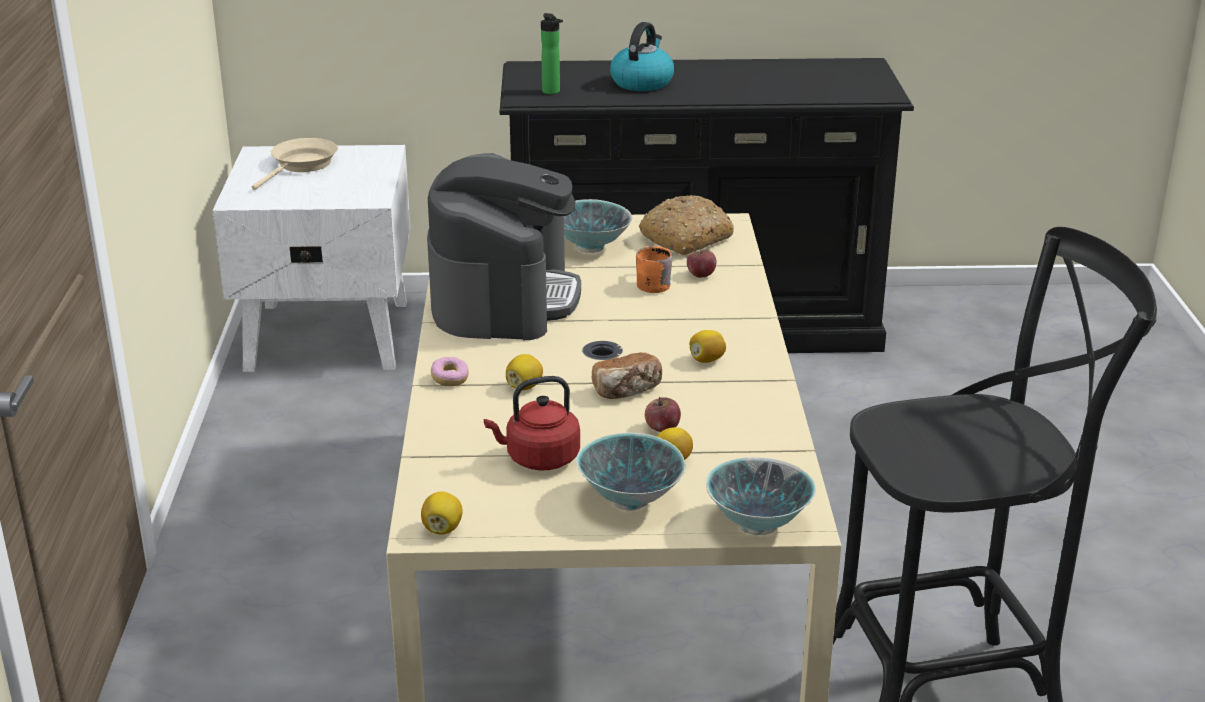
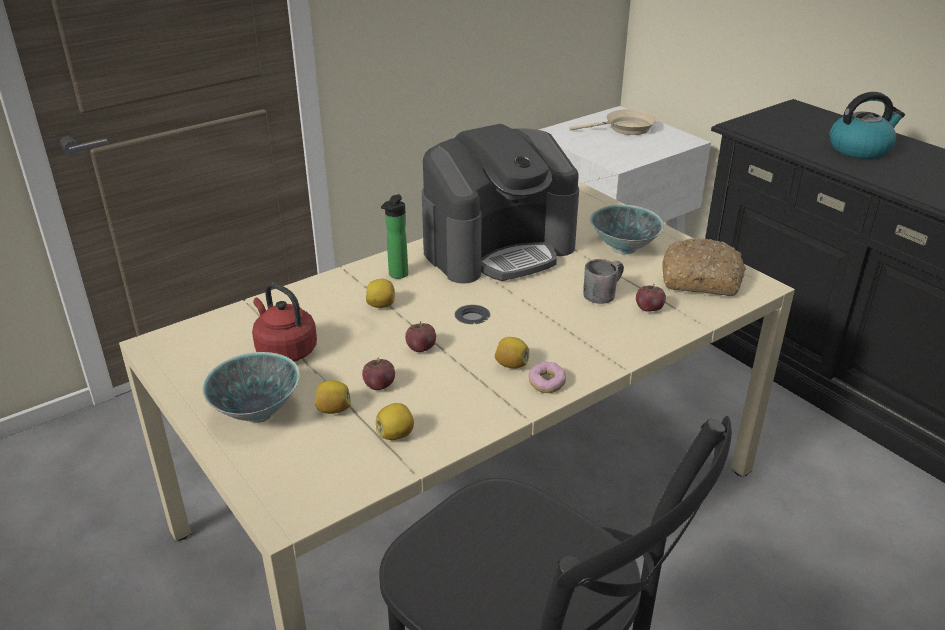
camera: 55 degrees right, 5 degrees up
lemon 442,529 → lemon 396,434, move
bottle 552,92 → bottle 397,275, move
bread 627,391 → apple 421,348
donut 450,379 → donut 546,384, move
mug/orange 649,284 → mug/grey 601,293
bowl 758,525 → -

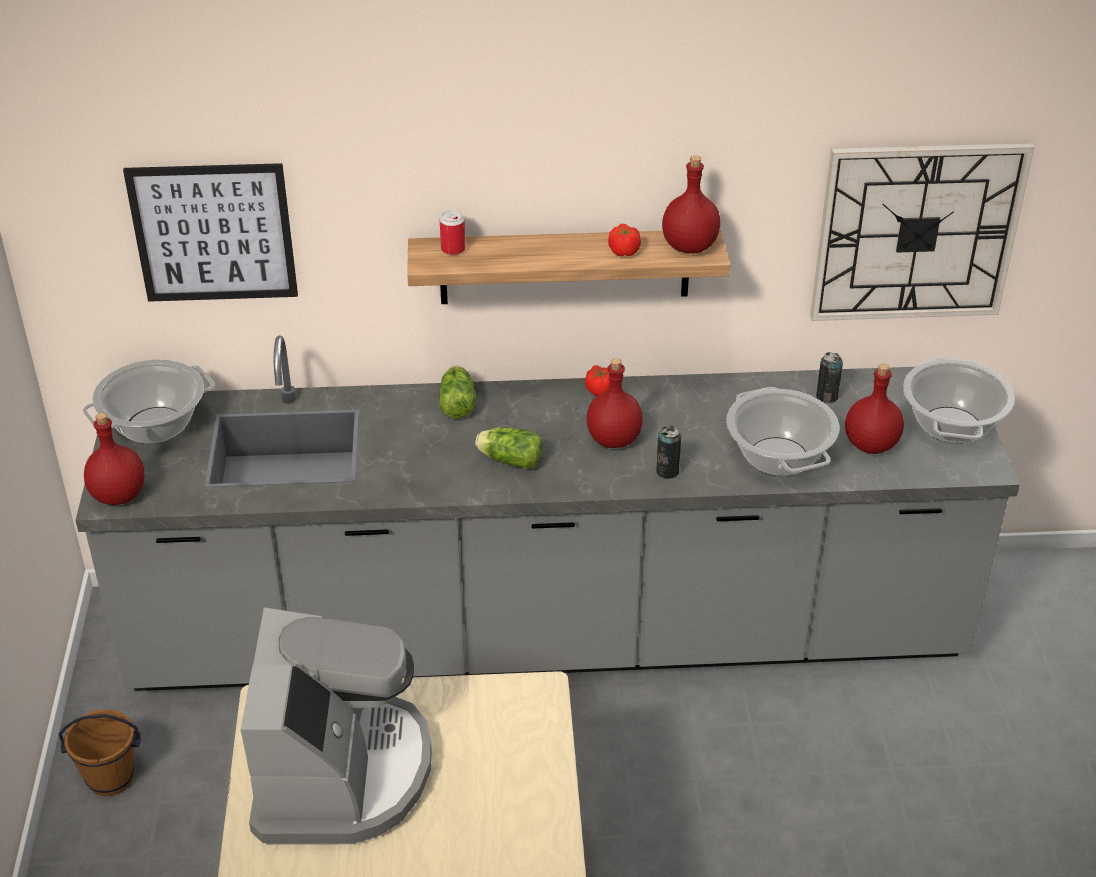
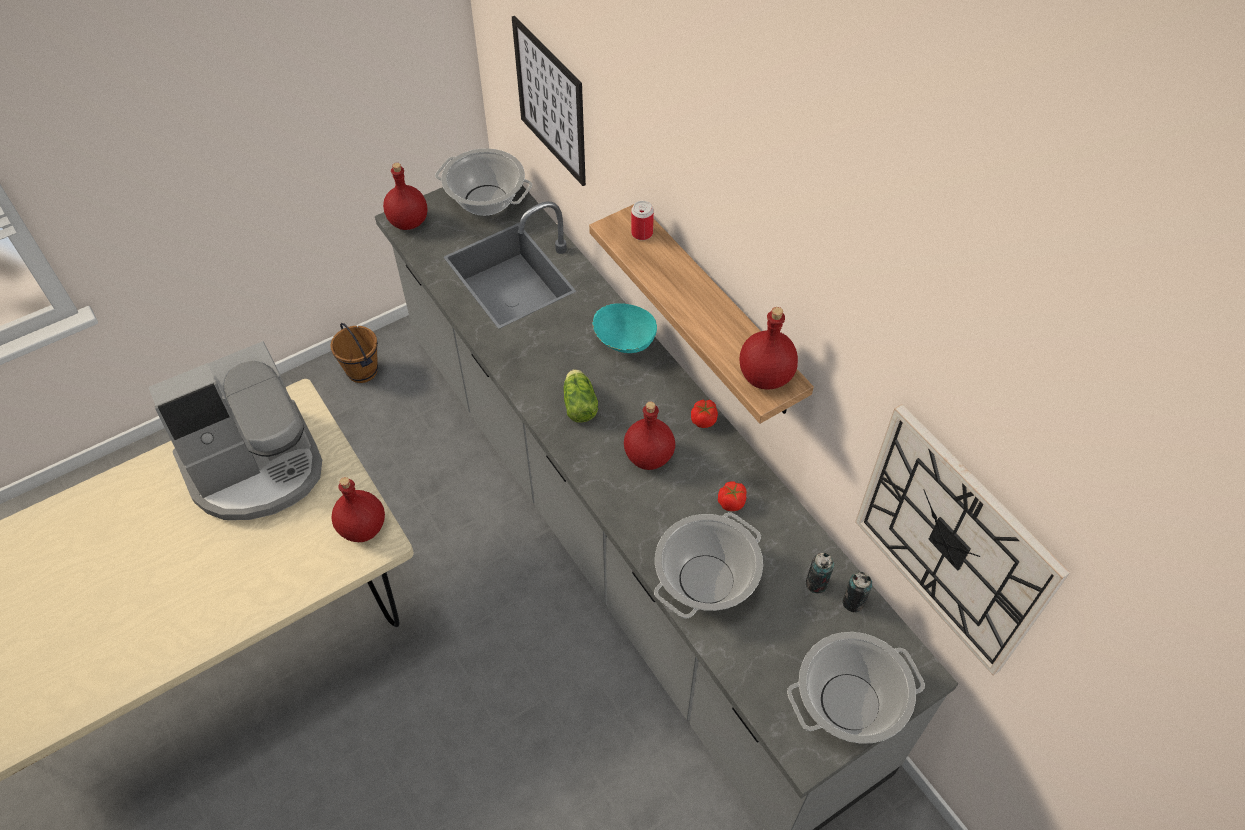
camera: 60 degrees right, 15 degrees up
bottle/red 869,445 → bottle/red 362,527, move
lettuce 457,403 → bowl/turquoise 624,341
tomato 624,251 → tomato 731,502, move
can 667,471 → can 853,602, move

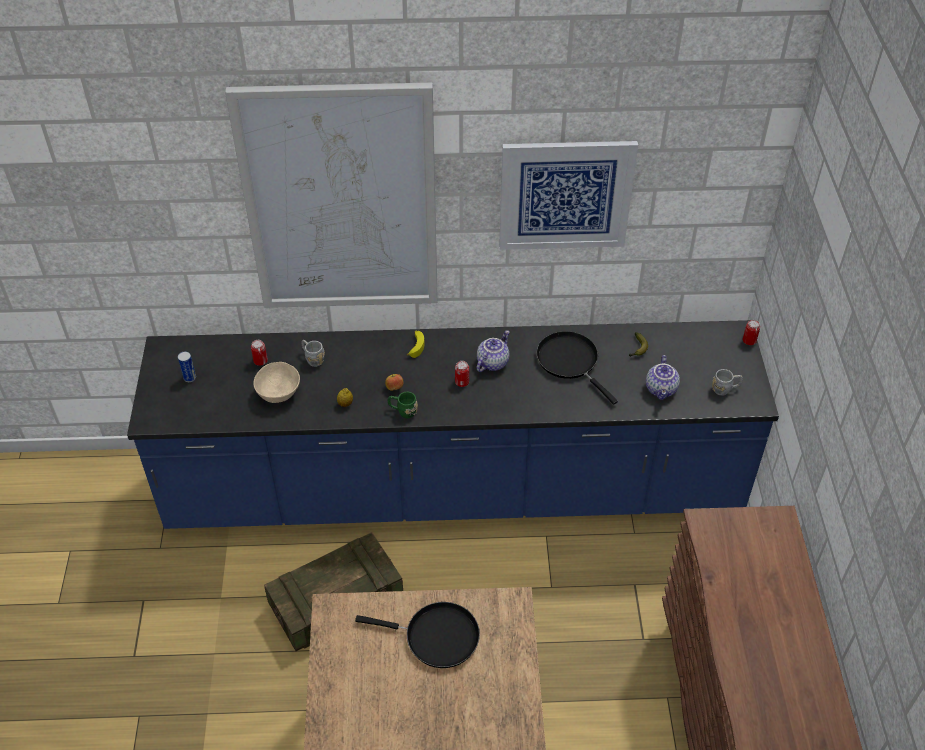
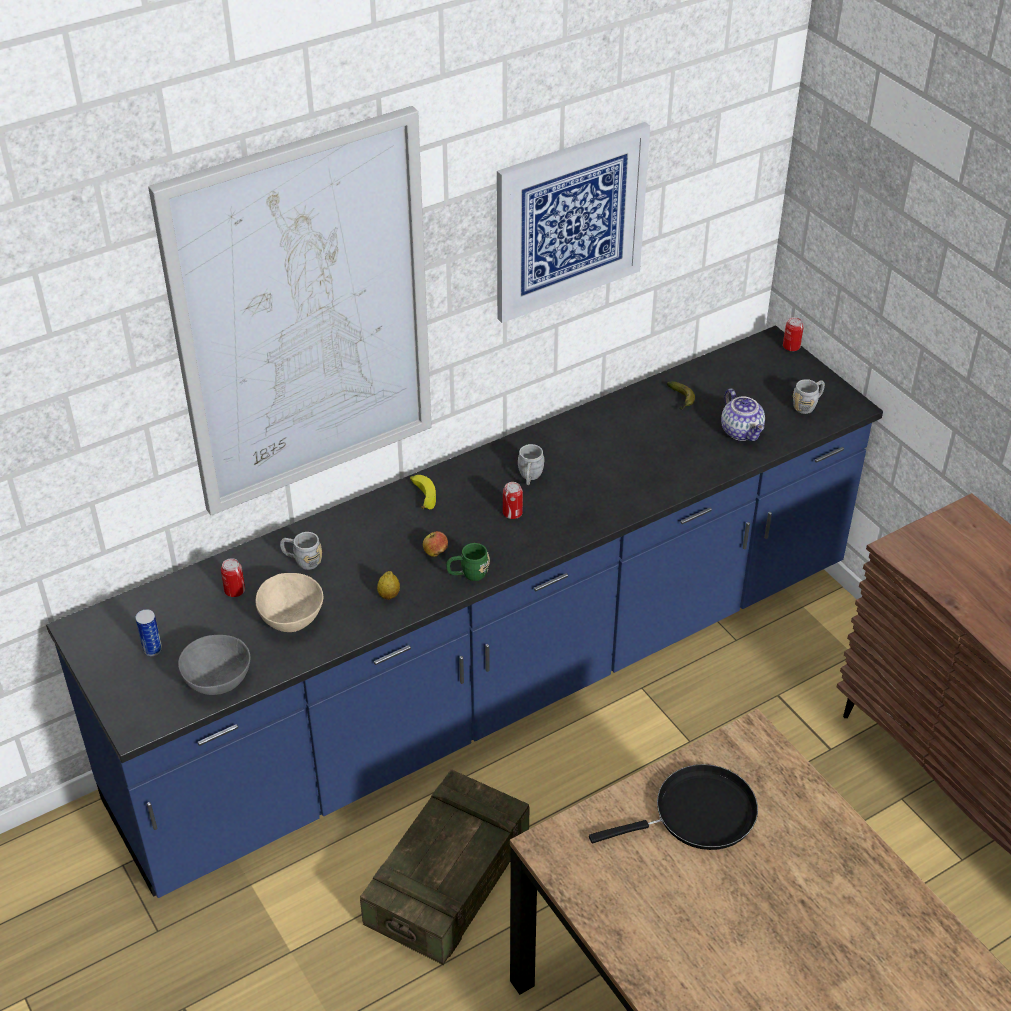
camera: 30 degrees left, 5 degrees down
- → bowl/grey 216,681
teapot 492,362 → mug/grey 530,477
frying pan/black 570,361 → -

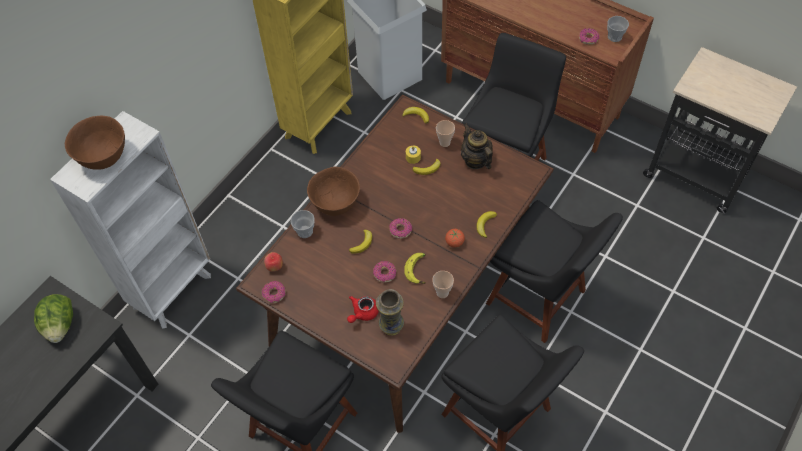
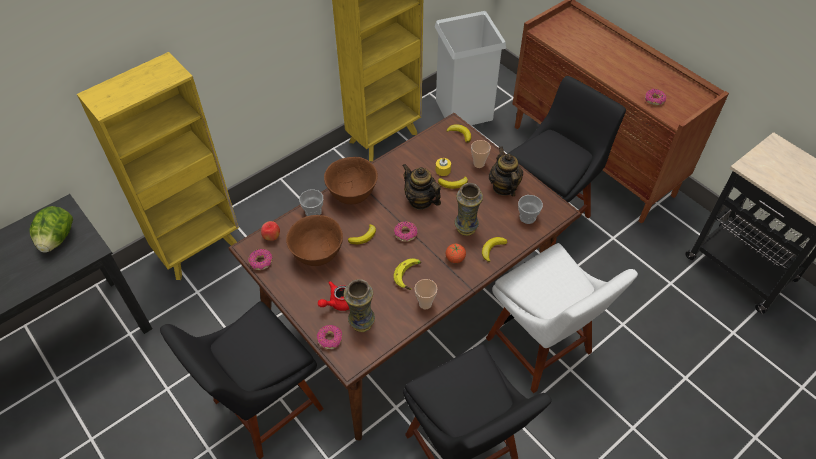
camera: 15 degrees right, 5 degrees down
bookcase/white 174,290 → bookcase/yellow 200,249
bowl/brown 104,157 → bowl/brown 318,254, move
donut 384,273 → donut 330,339, move
- → teapot 420,200
- → vase 466,229
chair/black 540,300 → chair/white 542,349
cup 614,37 → cup 527,217, move

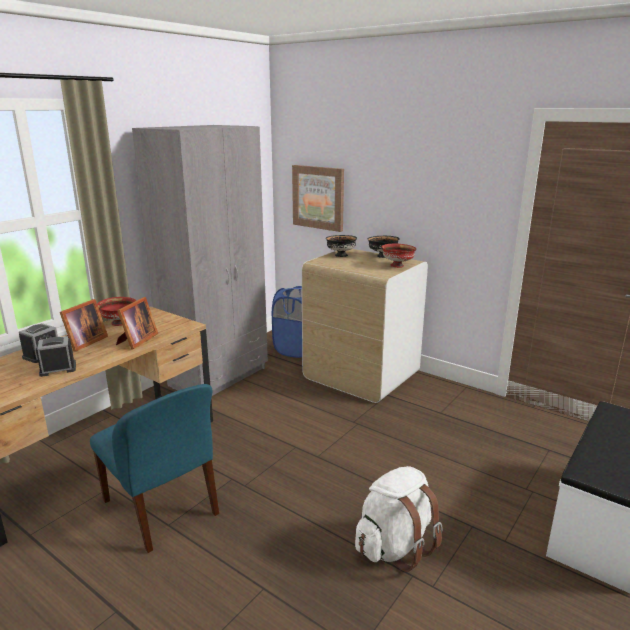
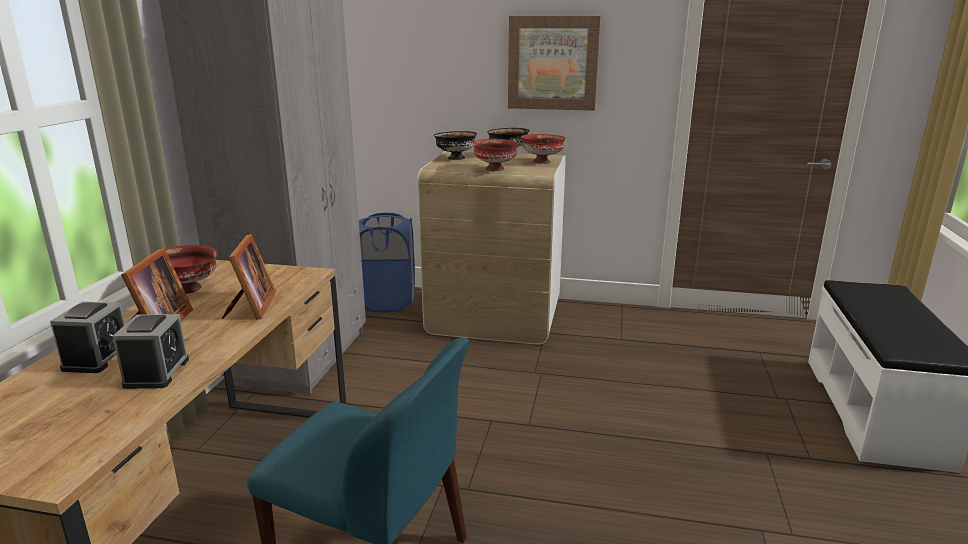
camera: 25 degrees left, 0 degrees up
alarm clock 58,369 → alarm clock 156,372, 135 degrees clockwise
- → bowl/red 495,169
picture 318,197 → picture 553,63, move
backpack/white 394,546 → -

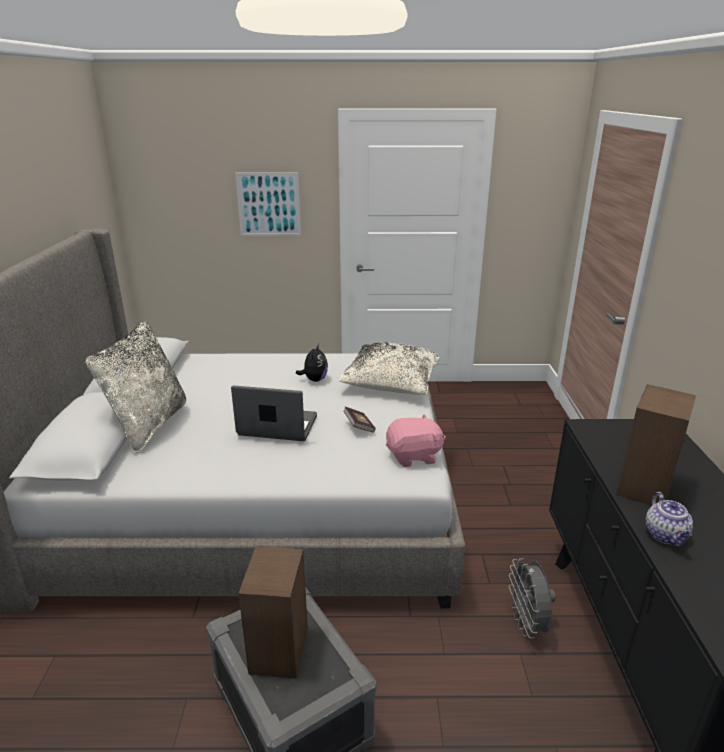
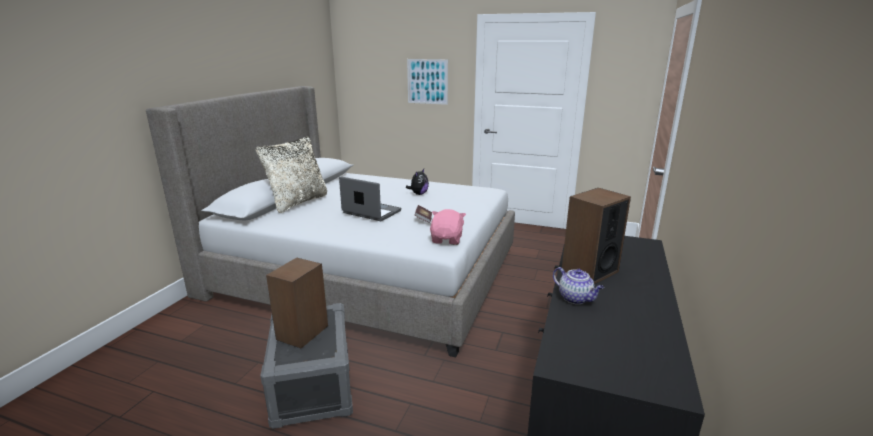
camera: 20 degrees right, 5 degrees down
plush toy/pink 414,456 → plush toy/pink 447,239, 90 degrees counterclockwise
teapot 666,536 → teapot 576,298, 60 degrees counterclockwise
pillow/beige 391,380 → -
fan/grey 527,624 → -

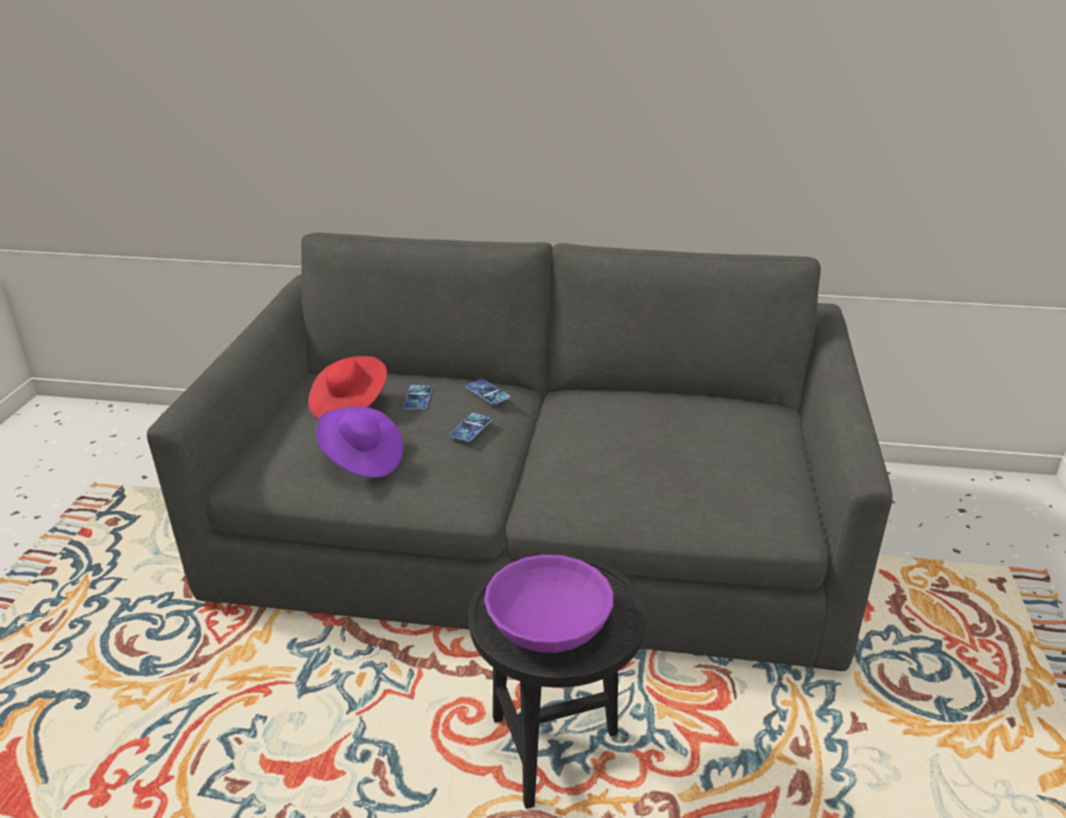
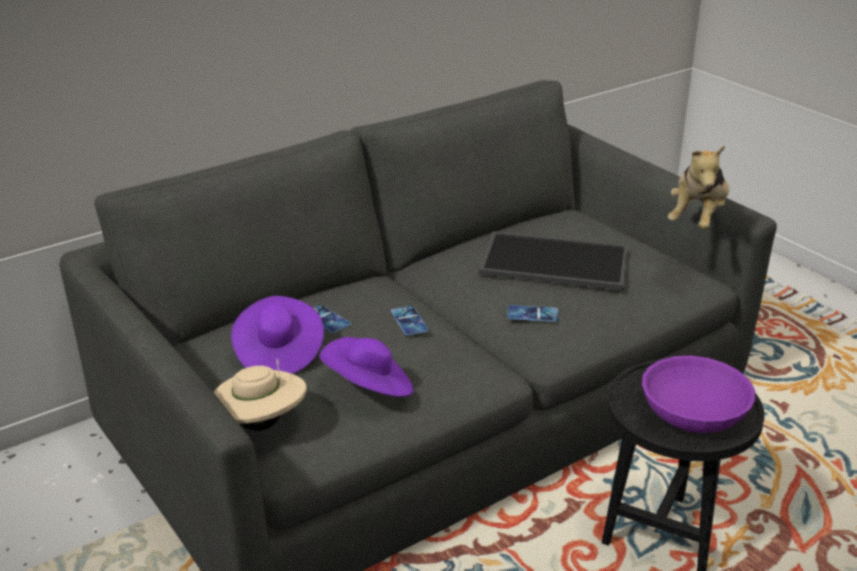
camera: 45 degrees left, 0 degrees up
- → hat/beige 261,424
hat/red 349,405 → hat/purple 278,354
- → tray 553,262
phone 487,392 → phone 532,314, move
- → plush toy 697,219

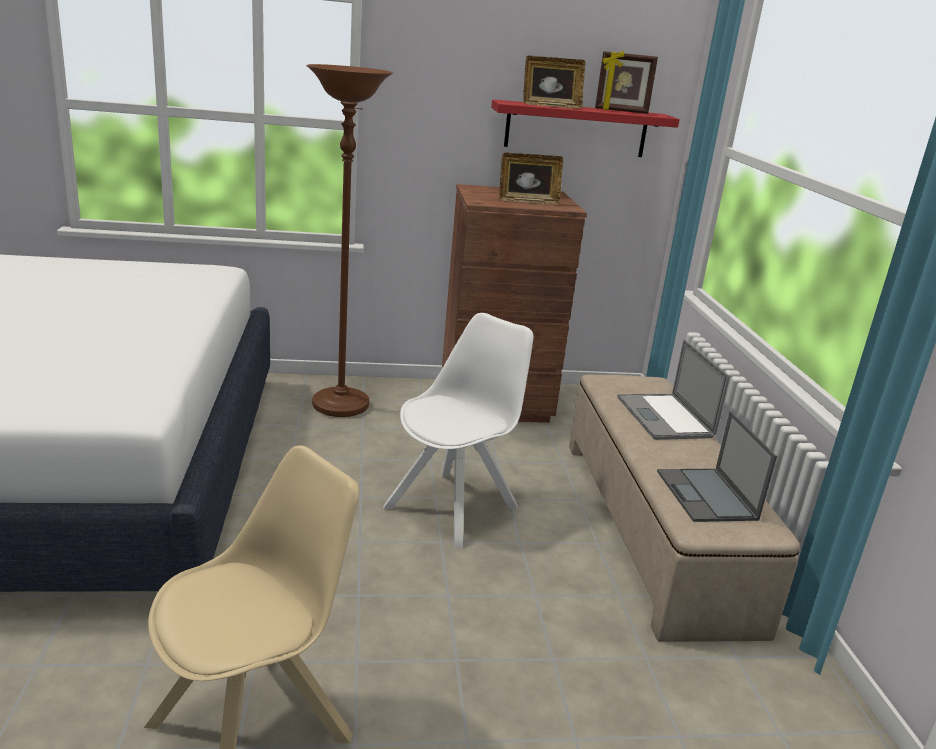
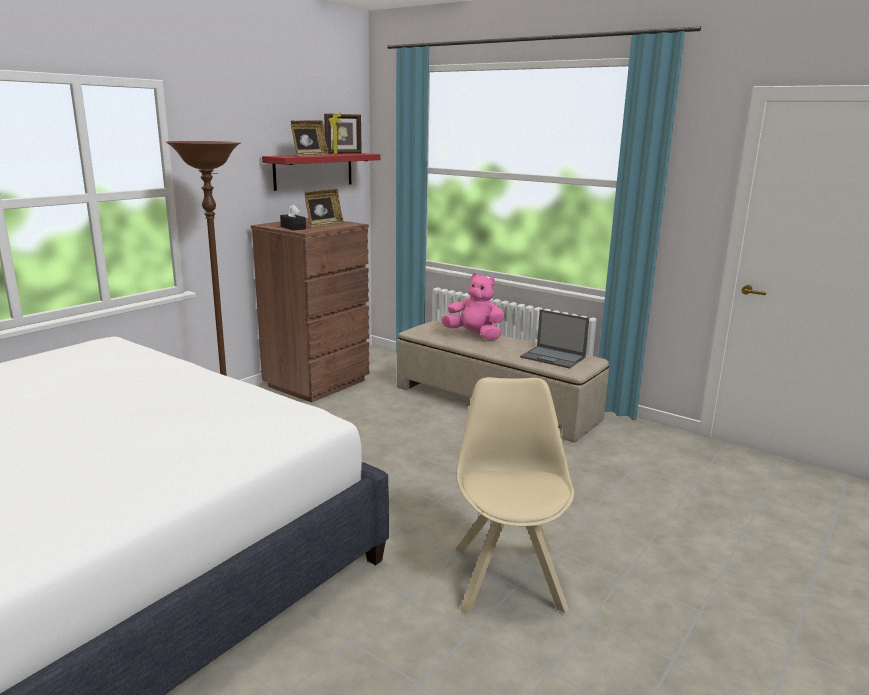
camera: 45 degrees left, 5 degrees down
- → tissue box/black 293,228
laptop 664,417 → plush toy/pink 474,335
chair/white 454,506 → -

